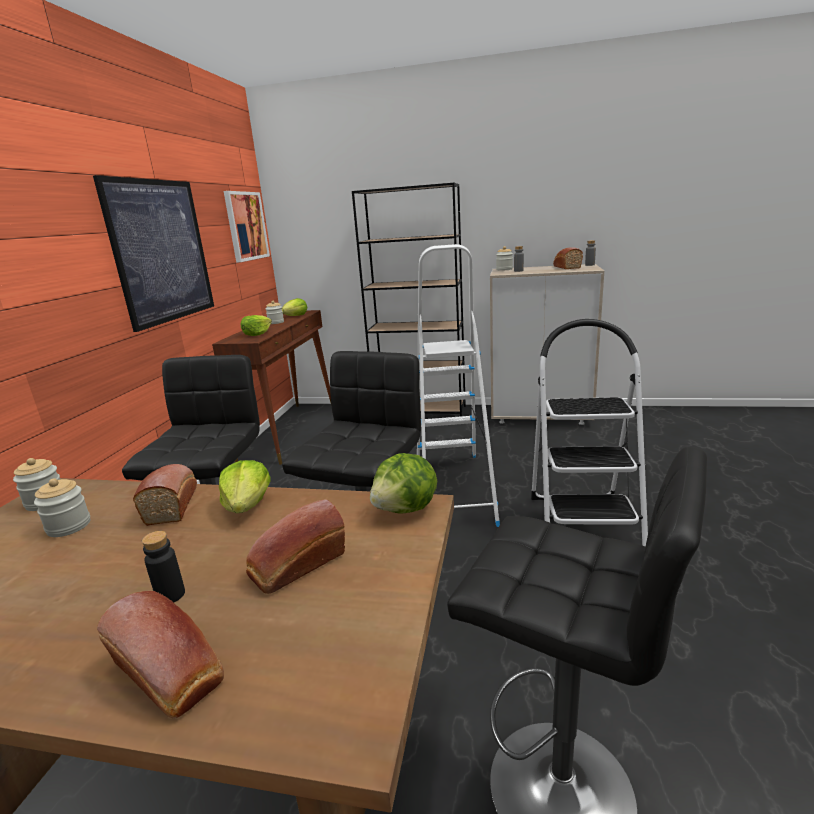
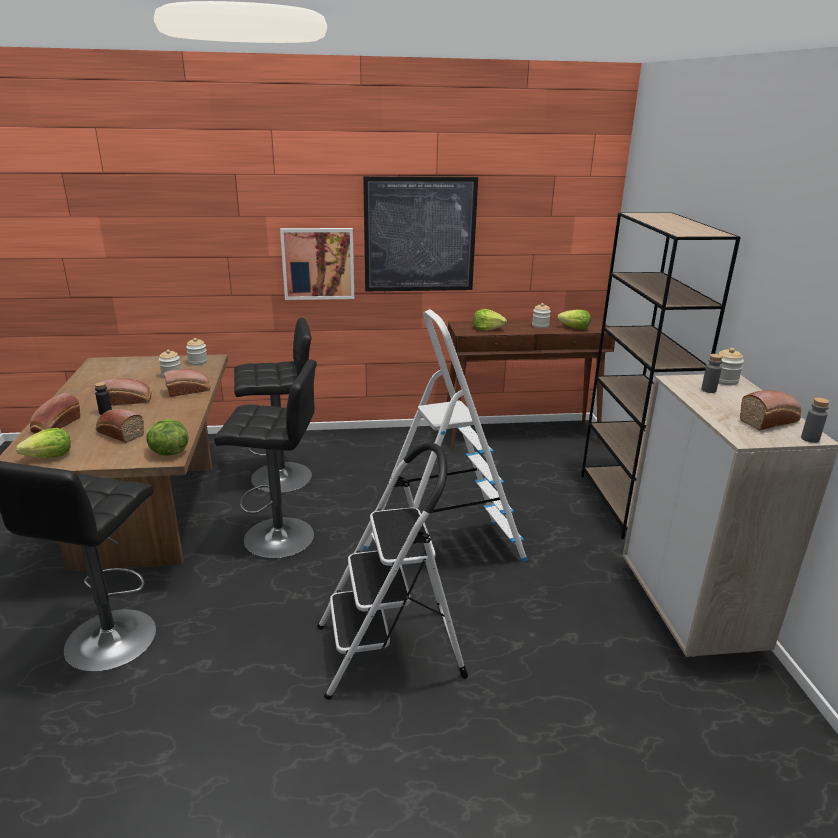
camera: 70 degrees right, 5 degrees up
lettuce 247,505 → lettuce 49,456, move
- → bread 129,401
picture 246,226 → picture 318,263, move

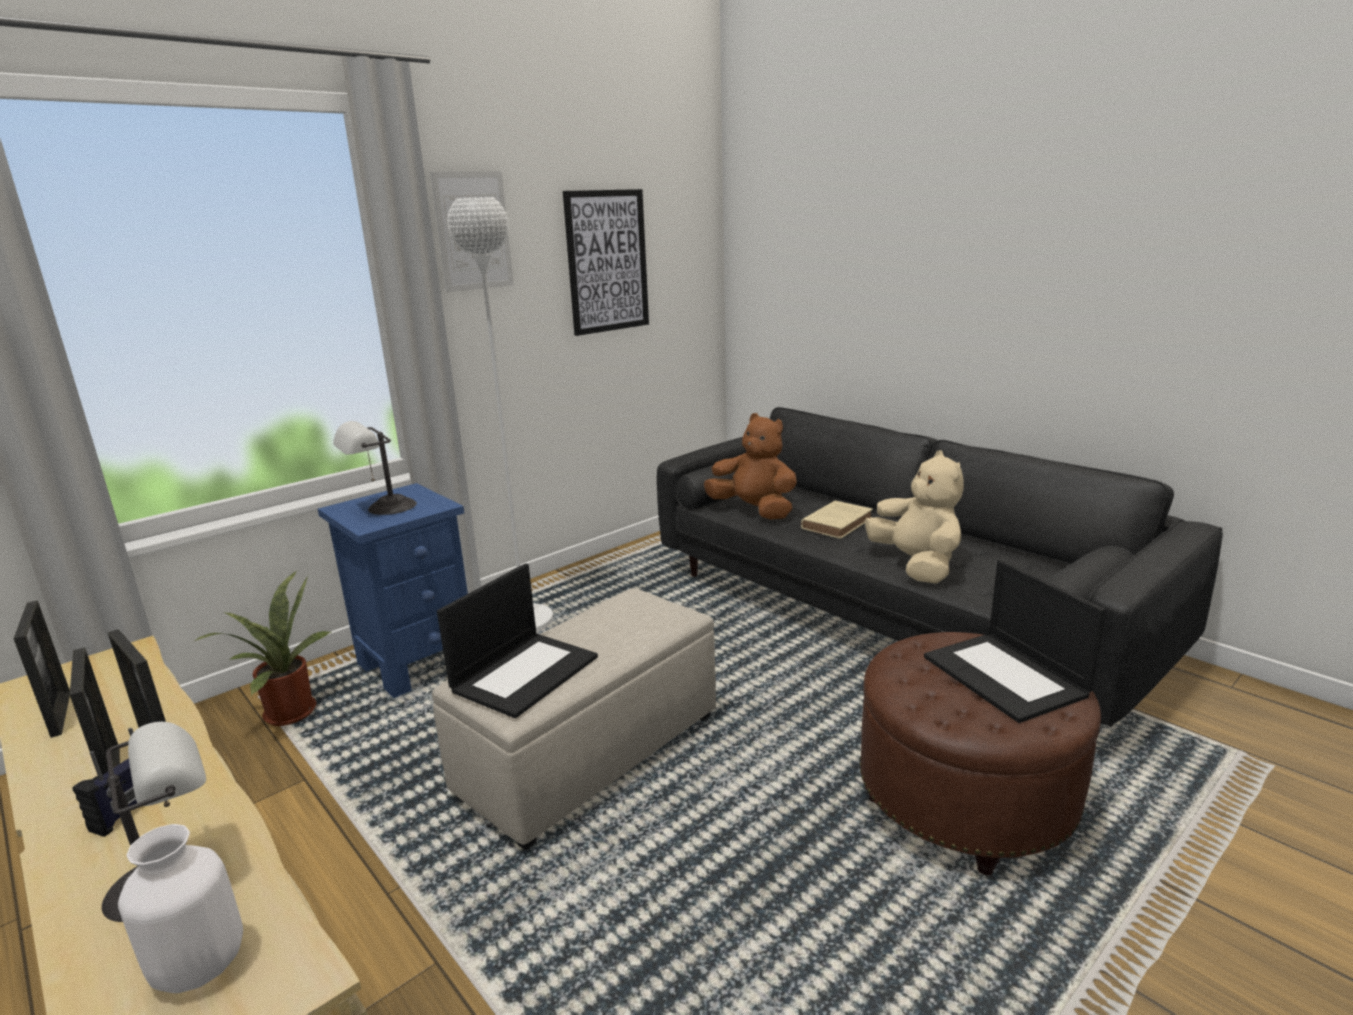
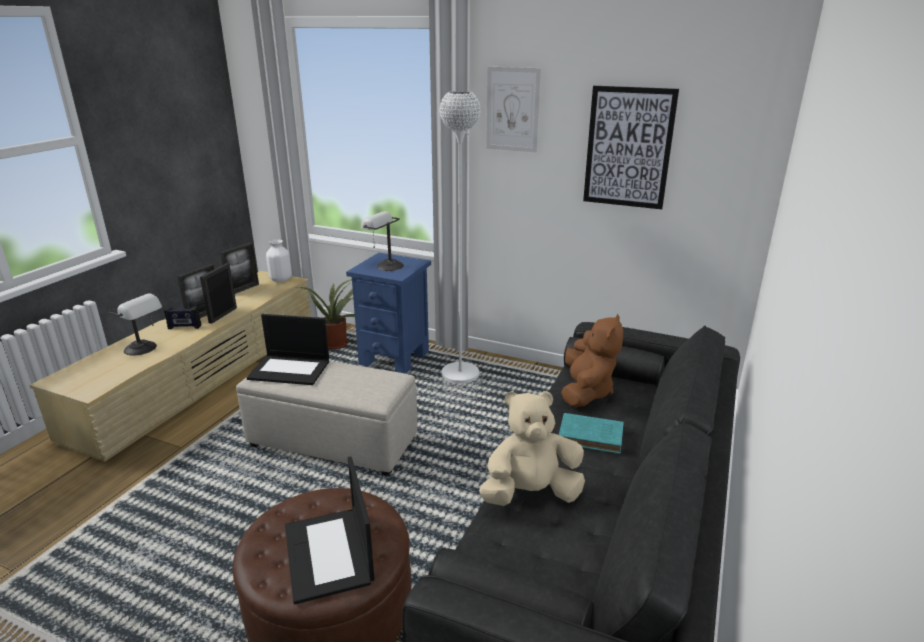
camera: 65 degrees right, 5 degrees up
vase/white 199,964 → vase/white 281,279, move
laptop 1006,676 → laptop 329,554, 60 degrees counterclockwise
plush toy/beige 916,566 → plush toy/beige 531,494, 150 degrees counterclockwise
book/beige 838,523 → book/turquoise 592,437

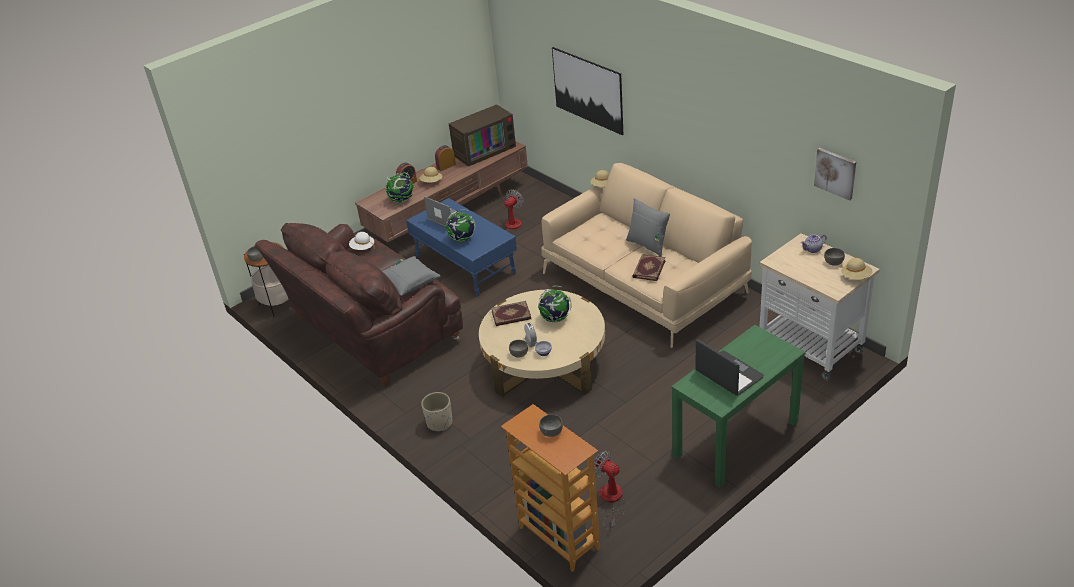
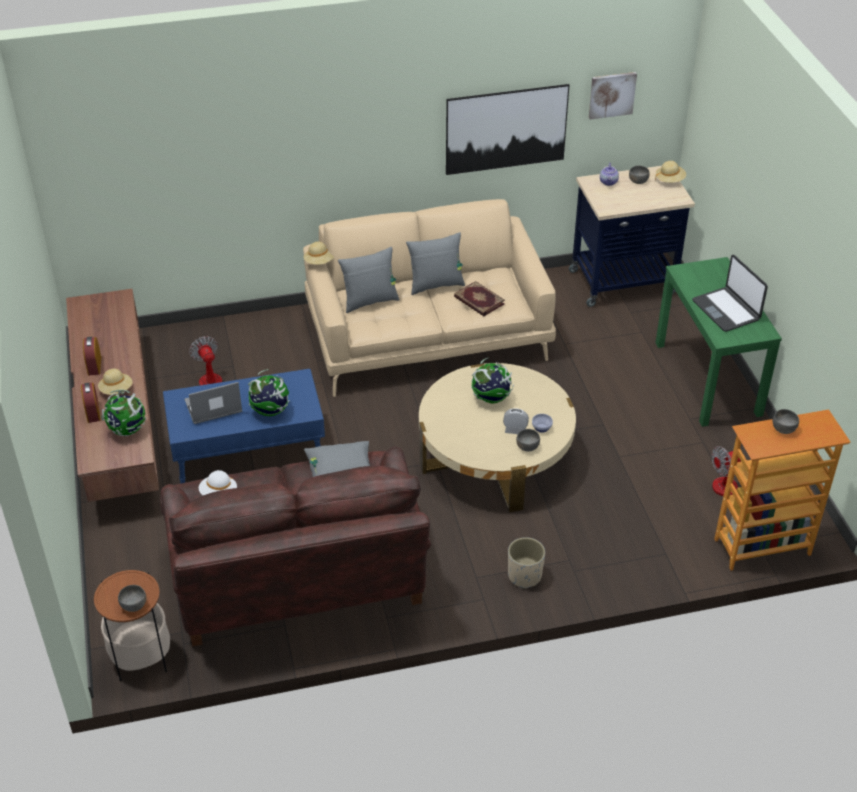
camera: 65 degrees left, 5 degrees up
- → pillow/grey 370,302
picture 587,90 → picture 506,129, move
cart/white 810,348 → cart/blue 622,282
laptop 728,375 → laptop 726,310, 105 degrees counterclockwise
television 484,150 → -
book 511,315 → -

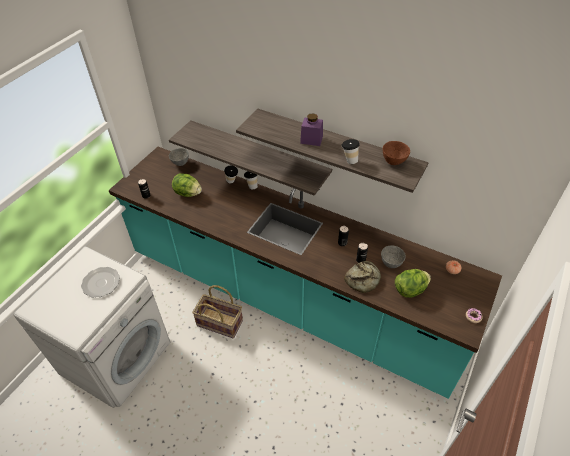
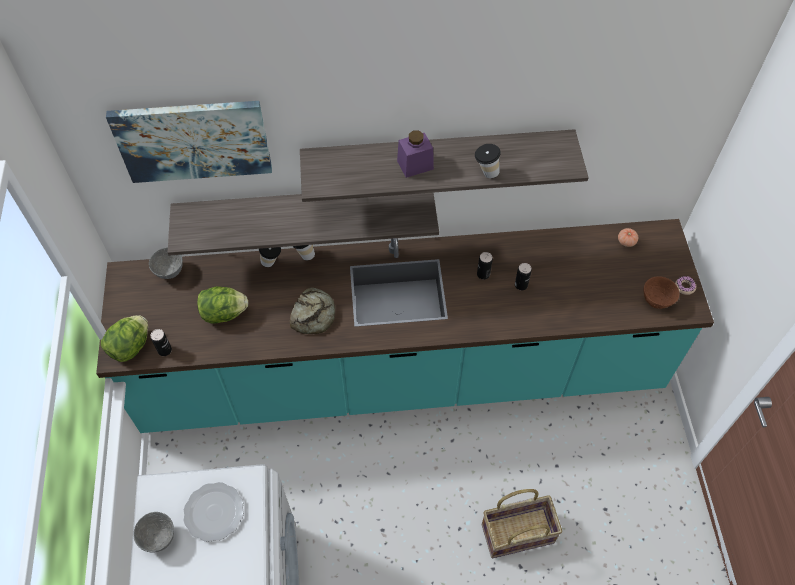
camera: 35 degrees left, 10 degrees up
lettuce 410,290 → lettuce 130,347, move
- → picture 193,140
bowl/grey 390,264 → bowl/grey 158,539, move
bread 363,279 → bread 314,314, move
basket 220,322 → basket 517,532, move
bowl/brown 394,161 → bowl/brown 656,300, move

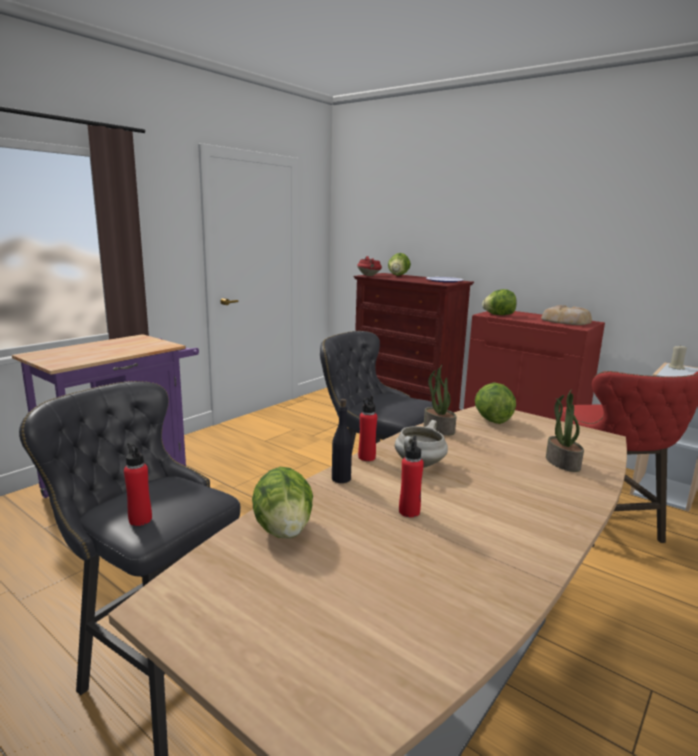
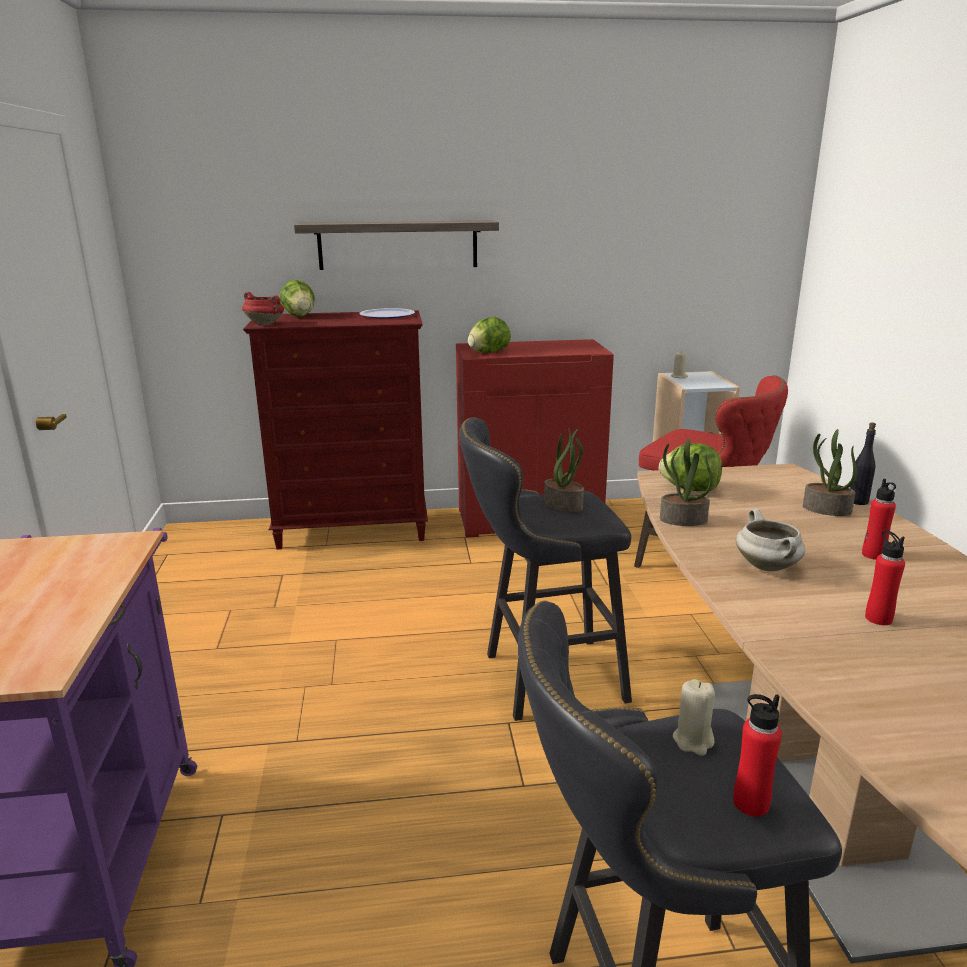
camera: 45 degrees left, 5 degrees up
- → shelf 398,245
- → potted plant 564,505
- → candle/beige 693,740
bottle/black 341,478 → bottle/black 857,501, move
bottle/red 366,457 → bottle/red 873,555, move
lettuce 284,530 → -
bread 567,321 → -

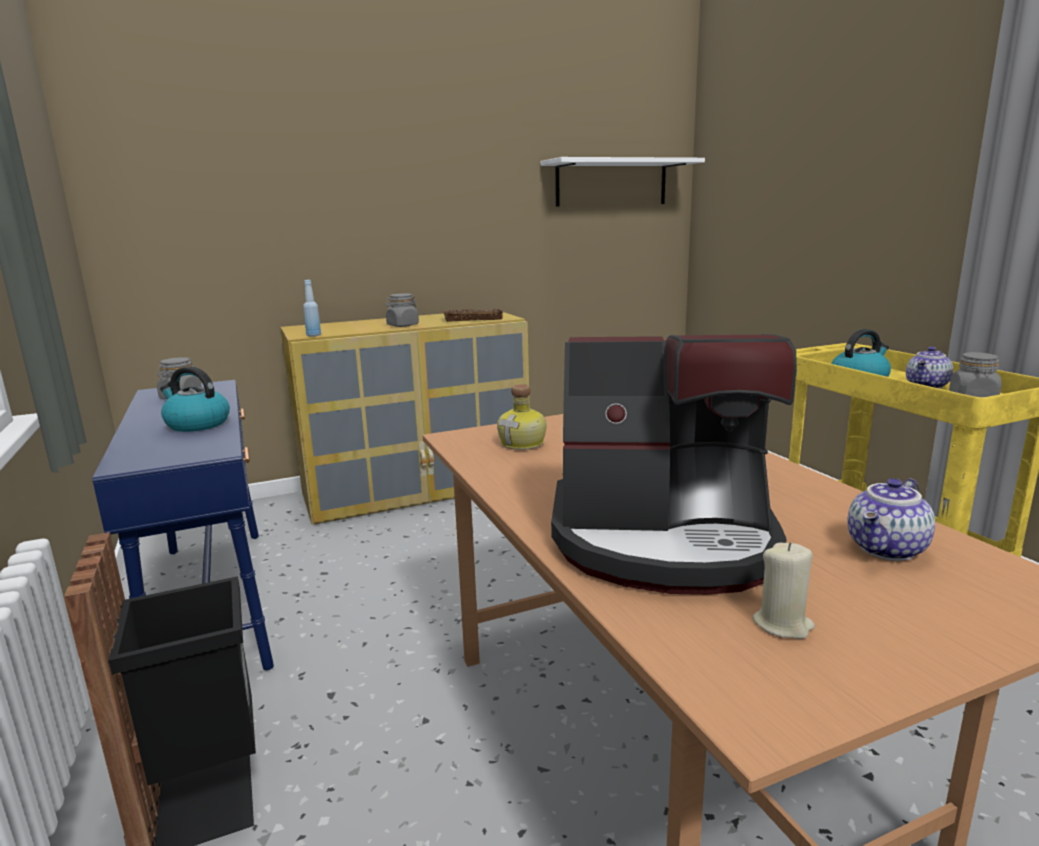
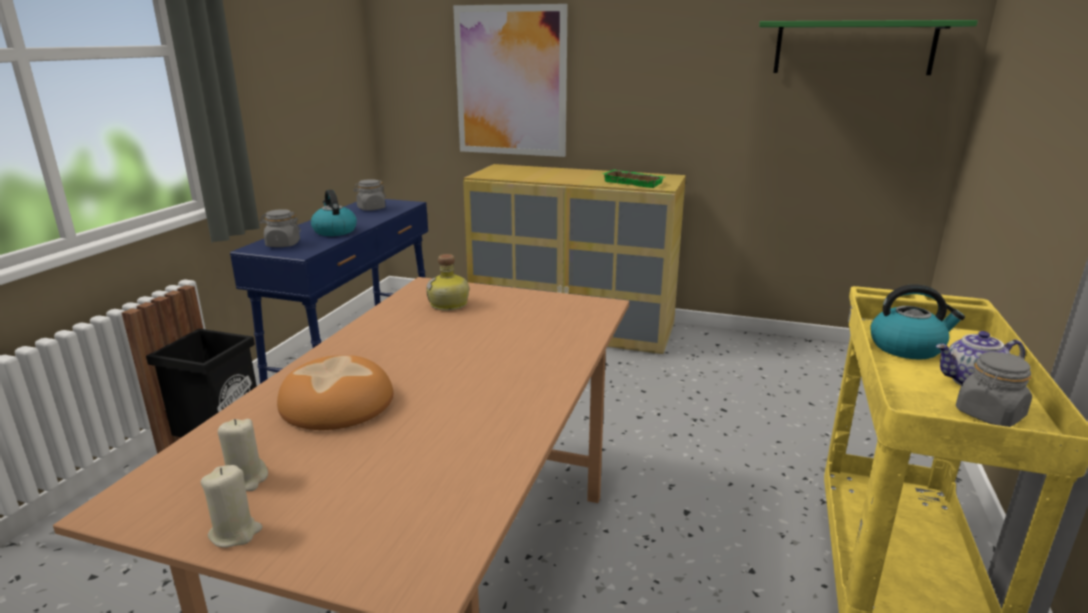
camera: 40 degrees right, 5 degrees up
- → candle/beige 235,533
jar/grey 402,325 → jar/grey 283,244, move
coffee machine 664,539 → bread 338,403
- → picture 511,81
tray/brown 473,318 → tray/green 635,182
shelf/white 611,183 → shelf/green 853,48
bottle/blue 314,335 → -
teapot 888,550 → -

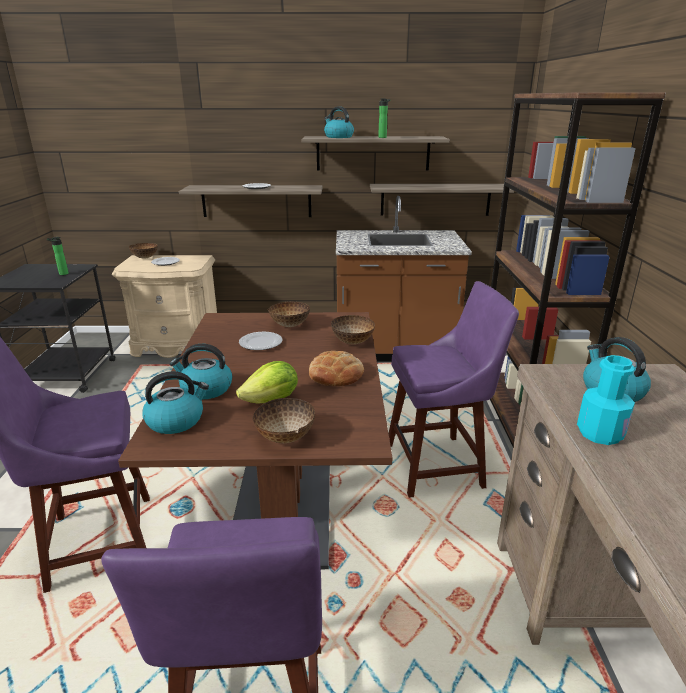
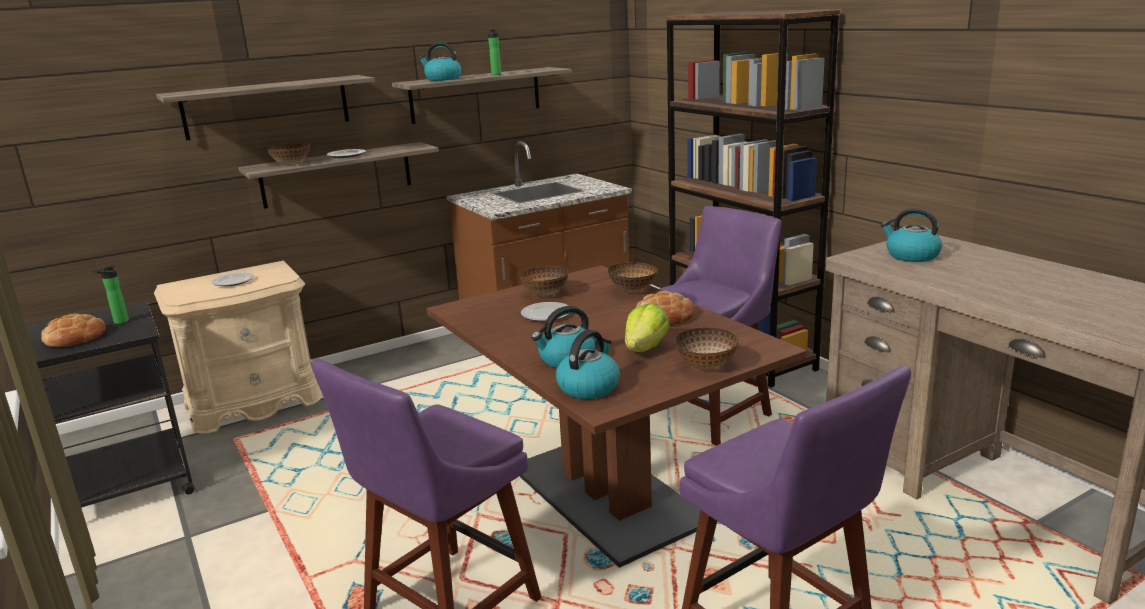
camera: 30 degrees left, 5 degrees down
- → bread 75,337
shelf 435,199 → shelf 267,107, move
bowl 145,258 → bowl 292,164, move
bottle/turquoise 600,433 → -

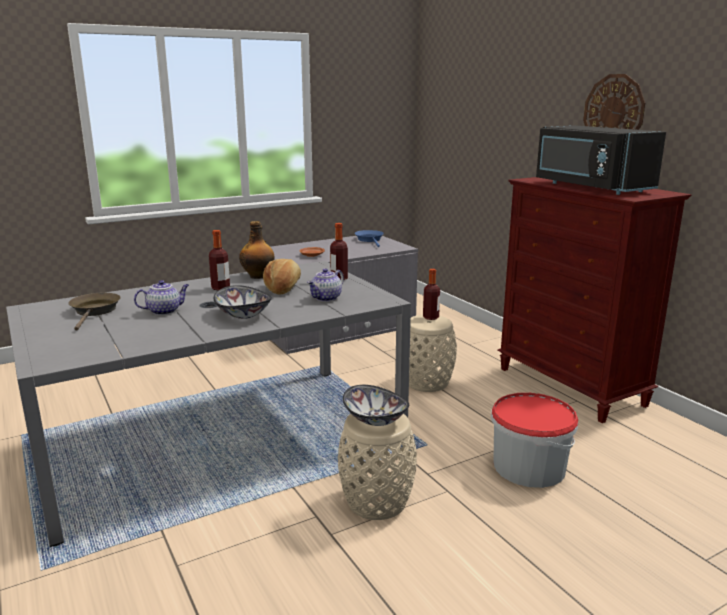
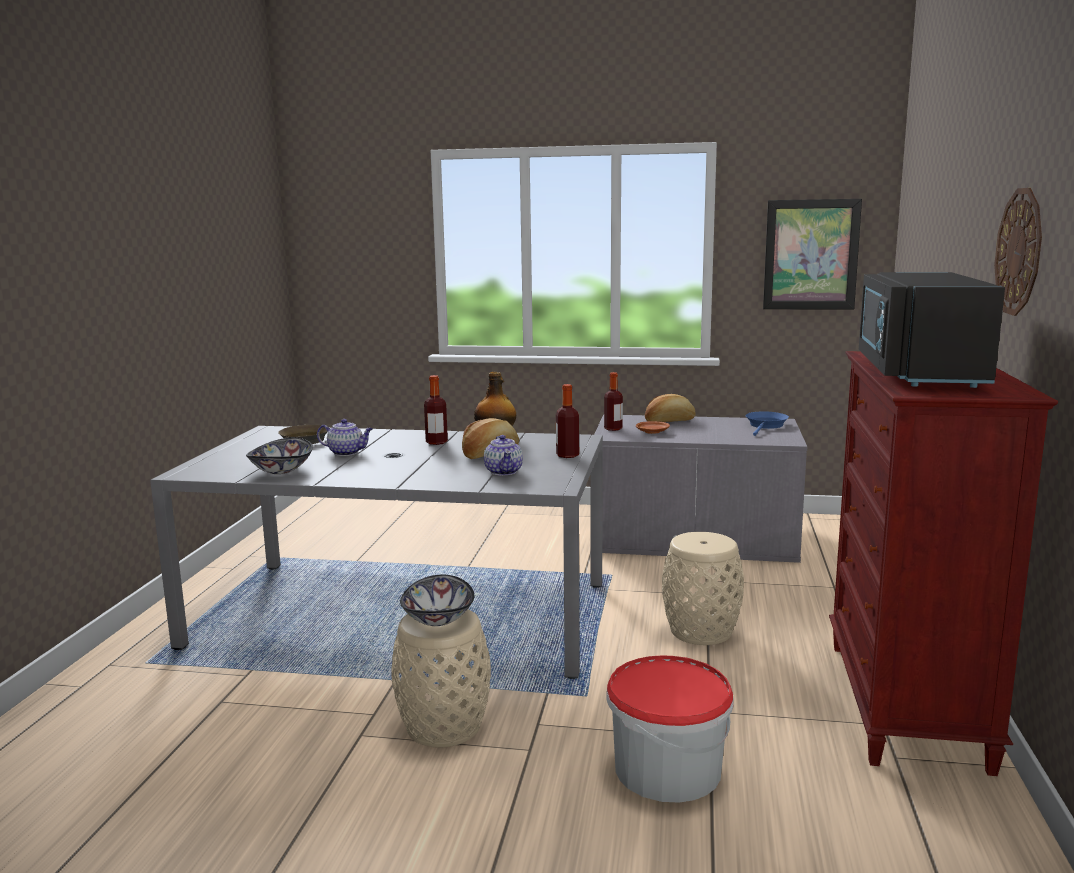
camera: 40 degrees right, 5 degrees down
bowl 243,315 → bowl 280,470, move
teapot 326,298 → teapot 504,472, 90 degrees counterclockwise
bottle 430,317 → bottle 613,429, move
- → bread 669,421
- → picture 811,255

